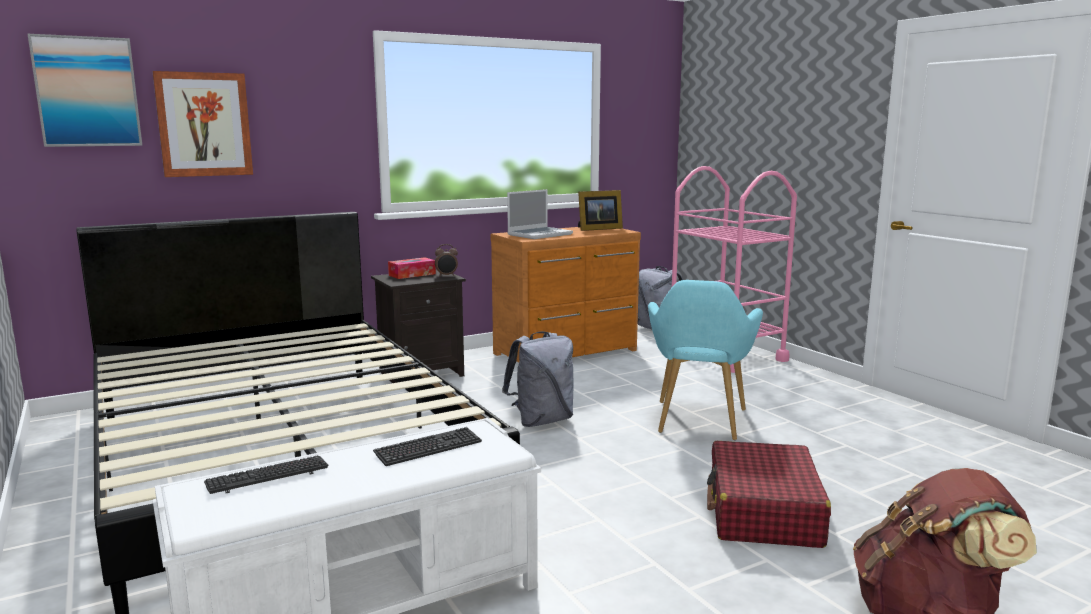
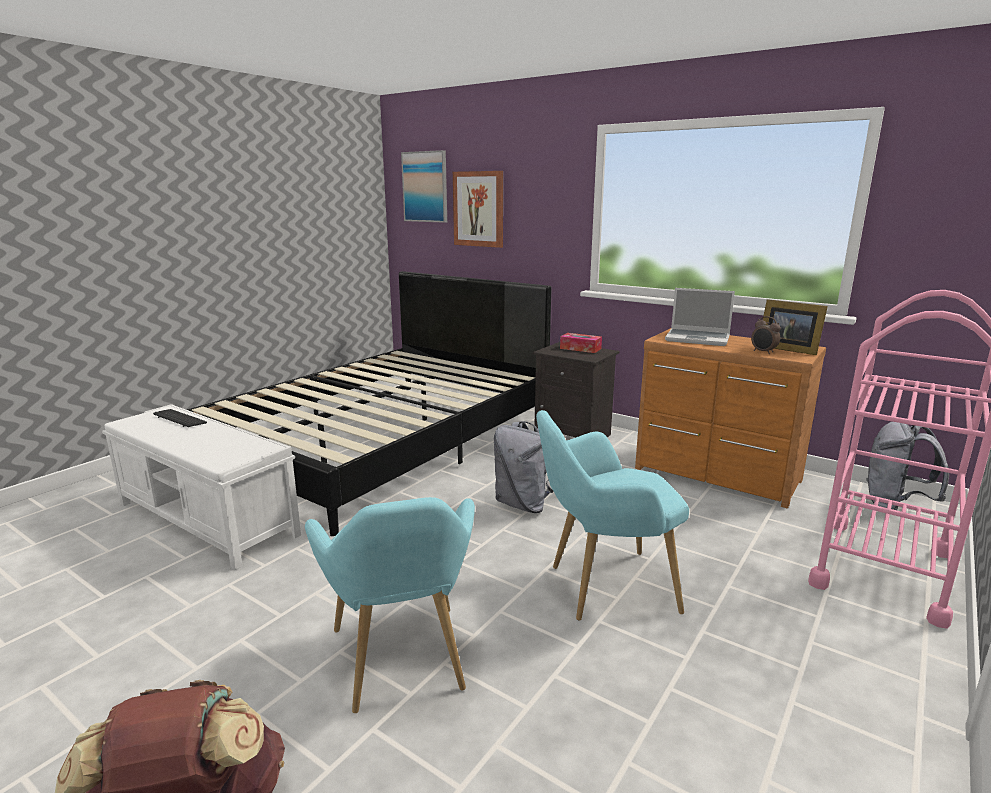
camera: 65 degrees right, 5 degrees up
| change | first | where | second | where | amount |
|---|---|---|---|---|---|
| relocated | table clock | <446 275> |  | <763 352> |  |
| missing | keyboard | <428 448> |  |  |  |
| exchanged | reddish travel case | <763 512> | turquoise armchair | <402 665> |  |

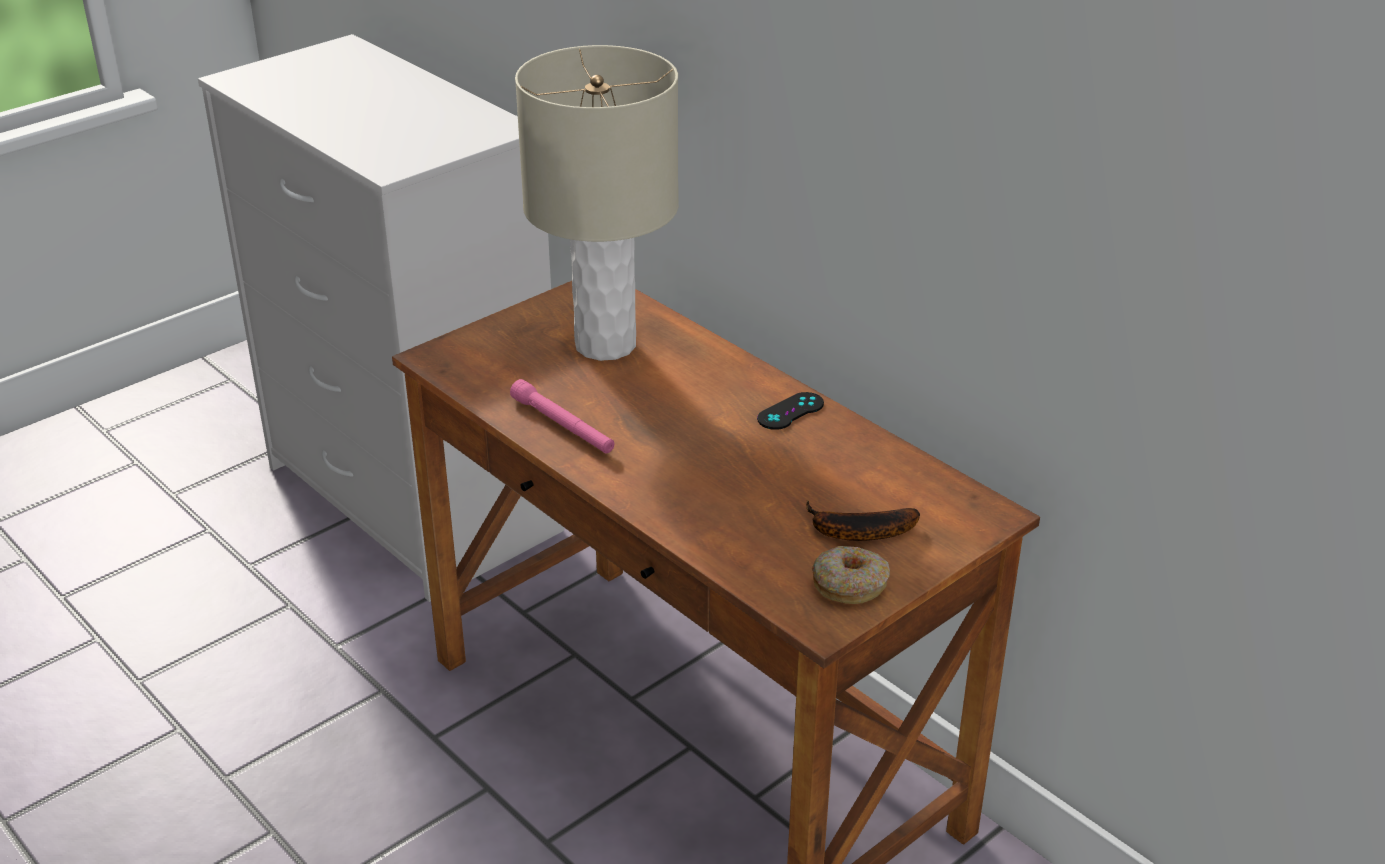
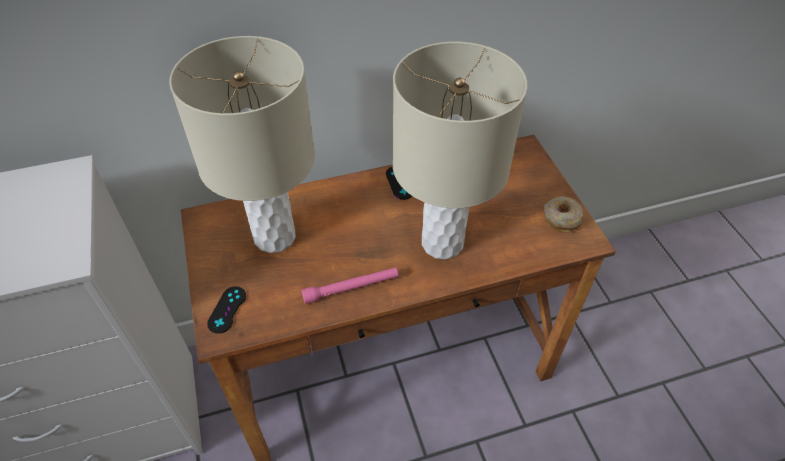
camera: 65 degrees left, 15 degrees up
| change | first | where | second | where | amount |
|---|---|---|---|---|---|
| missing | whole banana | <856 532> |  |  |  |
| appeared |  |  | beige-coloured tabletop lamp | <442 243> |  |
| appeared |  |  | blackish gamepad | <227 309> |  |

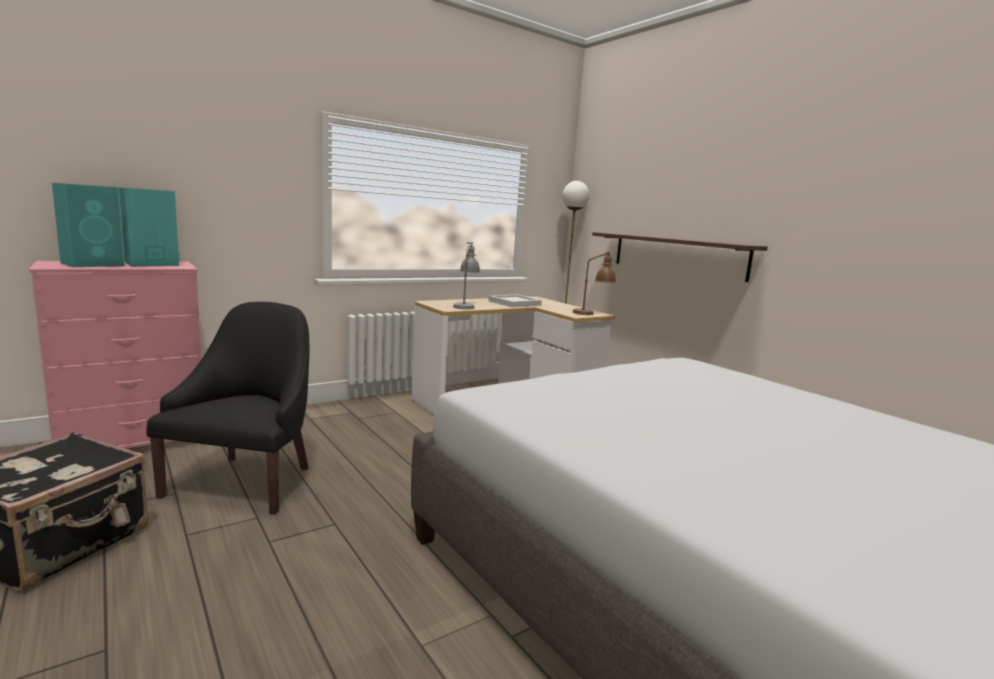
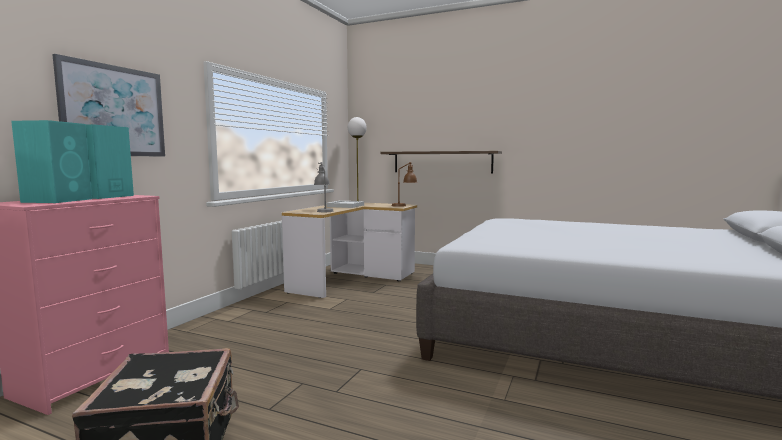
camera: 30 degrees left, 5 degrees down
| change | first | where | second | where | amount |
|---|---|---|---|---|---|
| missing | blackish armchair | <246 481> |  |  |  |
| appeared |  |  | wall picture | <114 111> |  |

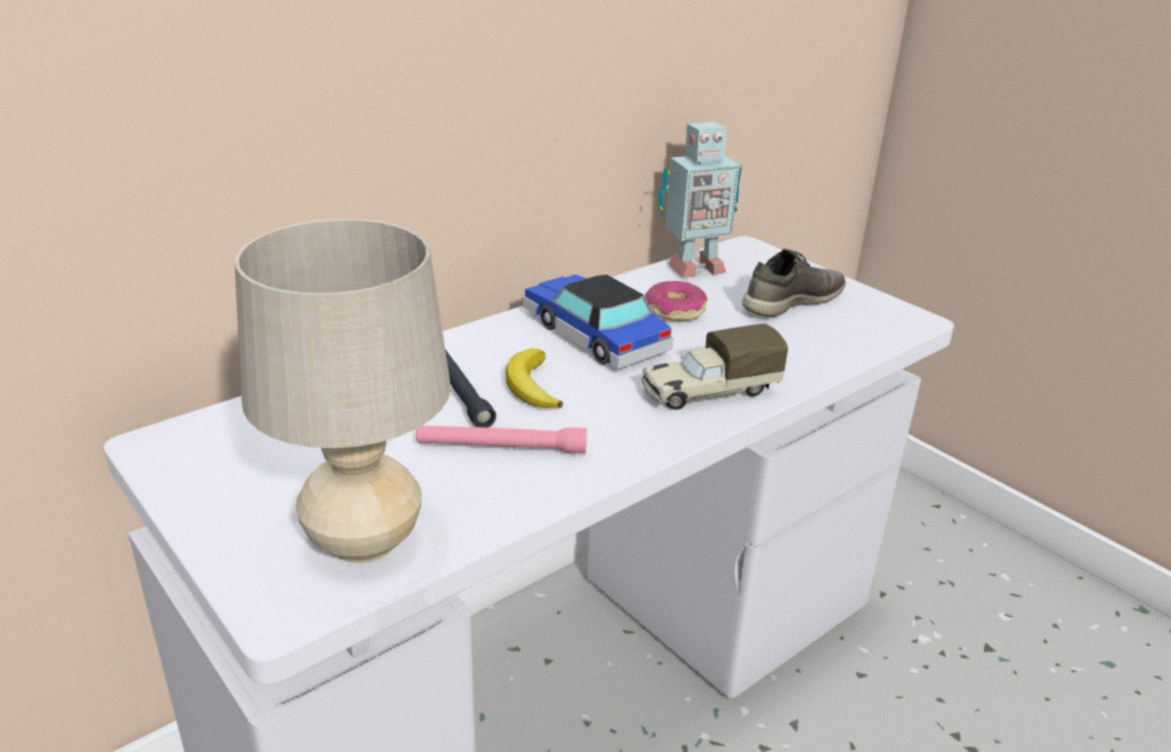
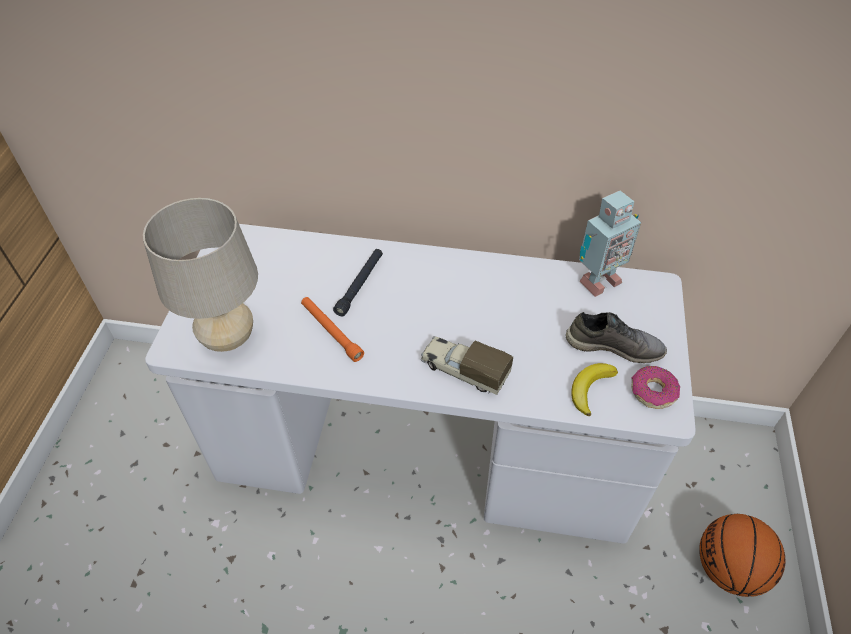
camera: 50 degrees right, 20 degrees up
| change | first | where | second | where | amount |
|---|---|---|---|---|---|
| spun | toy robot | <693 268> |  | <597 281> | 60 degrees counterclockwise |
| missing | miniature car | <594 334> |  |  |  |
| relocated | ring doughnut | <674 311> |  | <652 391> |  |
| relocated | whole banana | <531 386> |  | <590 389> |  |
| colour | pink torch | <501 448> | orangey torch | <331 331> |  |
| appeared |  |  | ball for basketball | <728 568> |  |

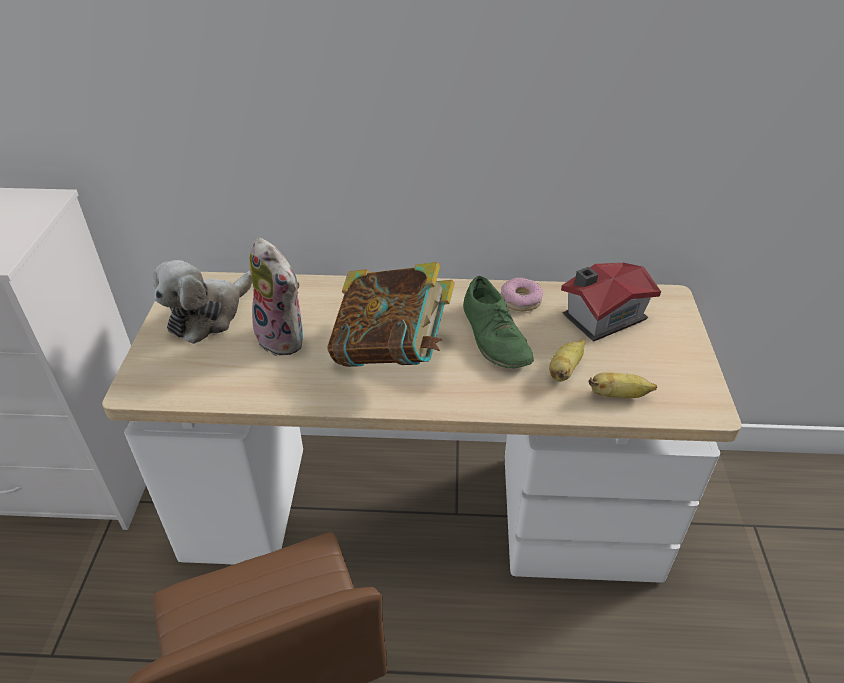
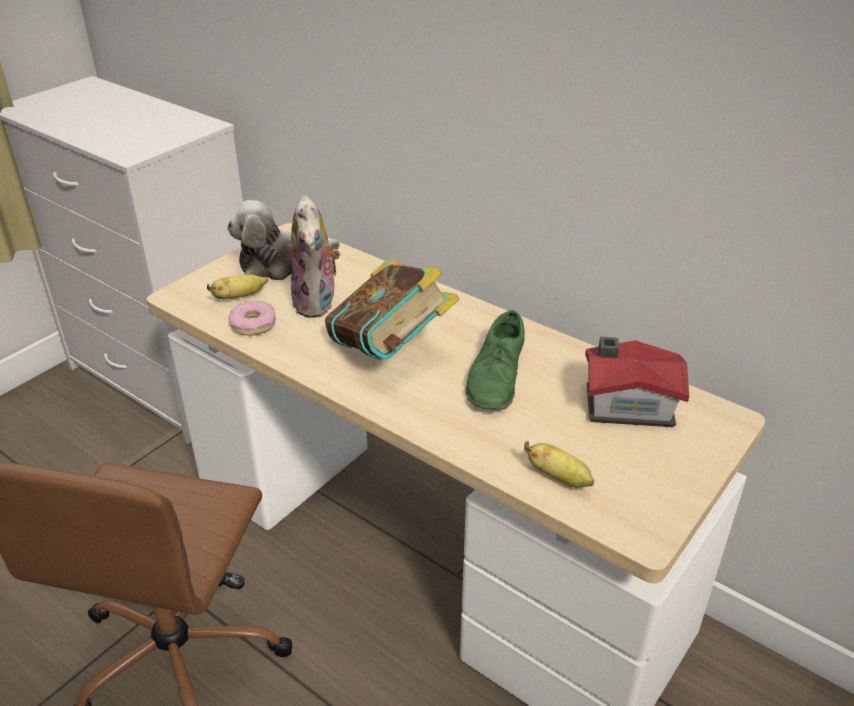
camera: 35 degrees right, 5 degrees down
| change | first | where | second | where | amount |
|---|---|---|---|---|---|
| relocated | ring doughnut | <520 300> |  | <253 324> |  |
| relocated | whole banana | <565 370> |  | <239 297> |  |

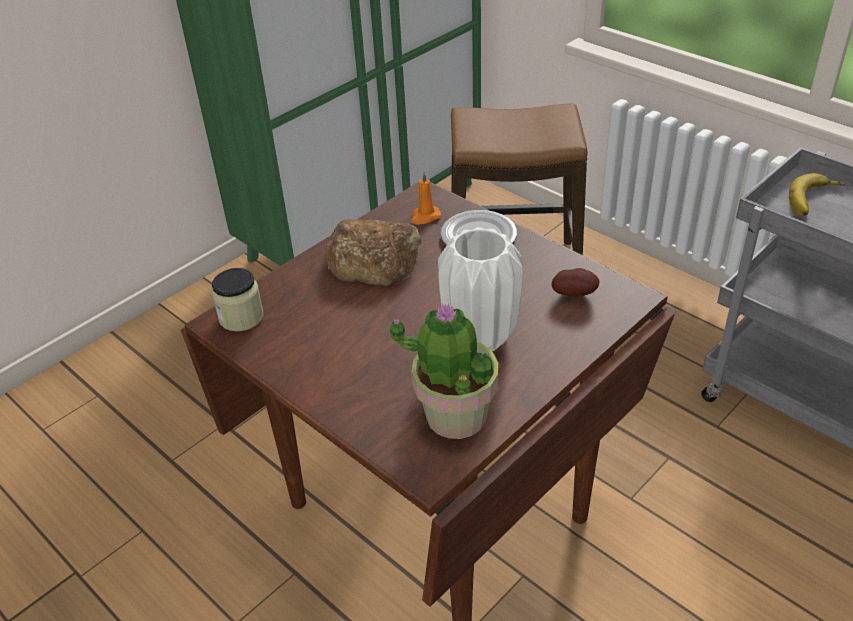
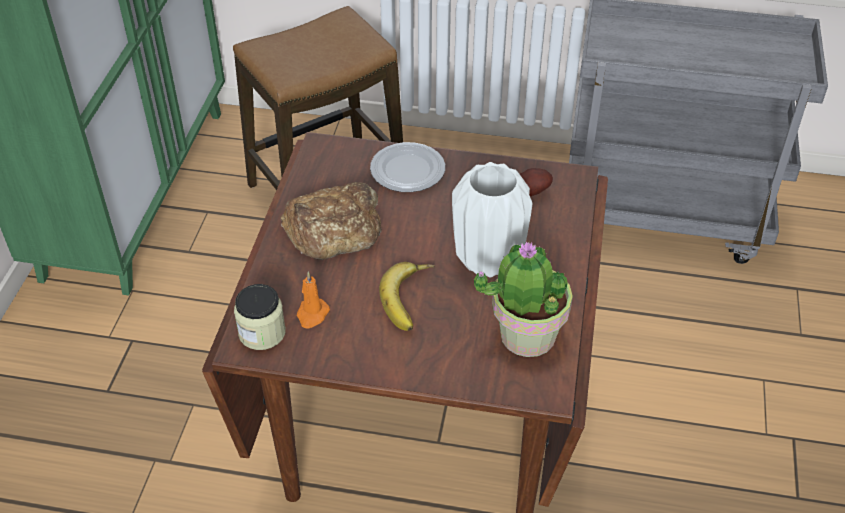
camera: 35 degrees left, 5 degrees up
| change | first | where | second | where | amount |
|---|---|---|---|---|---|
| relocated | orangey wax candle | <425 217> |  | <312 314> |  |
| relocated | whole banana | <815 201> |  | <412 299> |  |

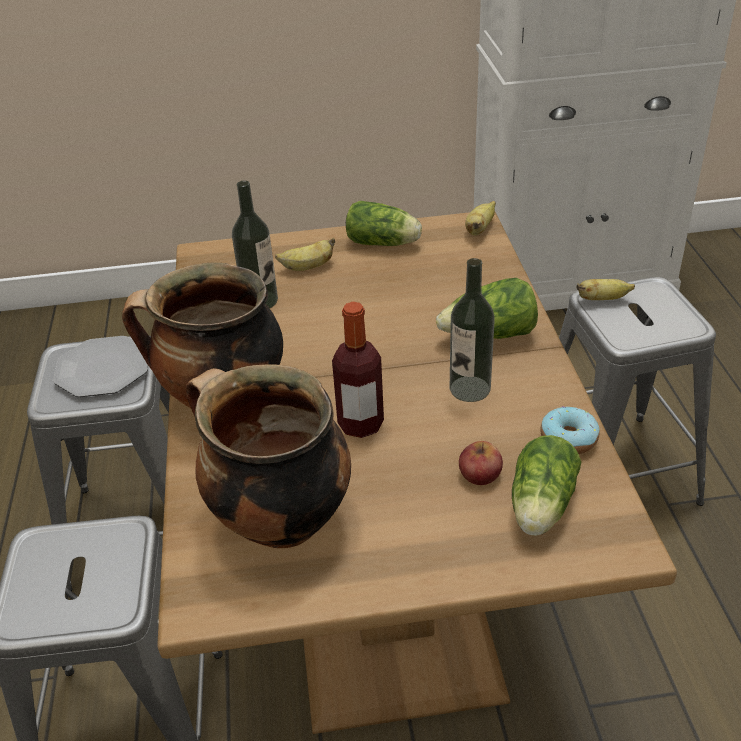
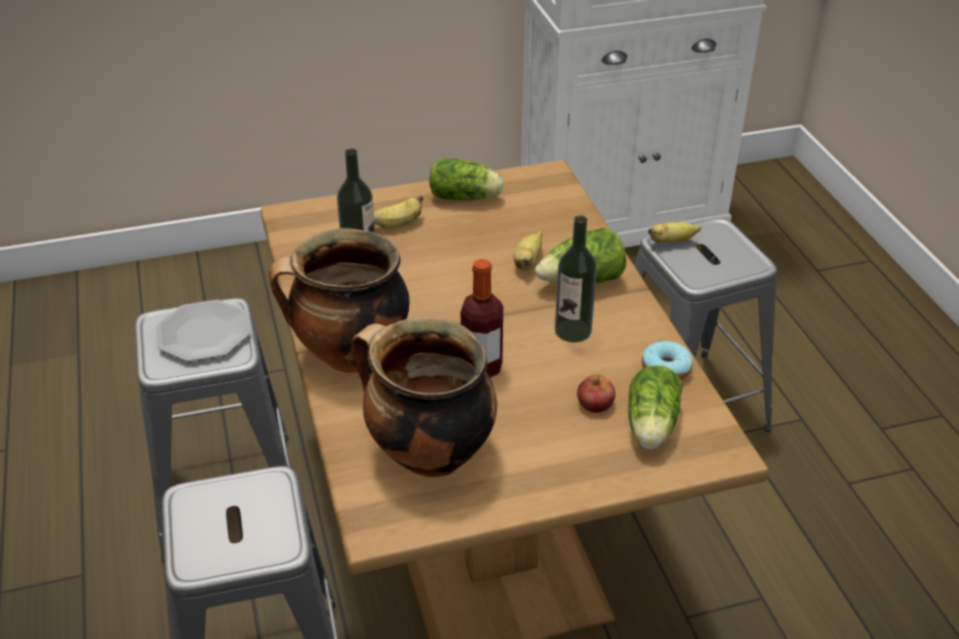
camera: 10 degrees left, 0 degrees up
| change | first | where | second | where | amount |
|---|---|---|---|---|---|
| relocated | whole banana | <480 229> |  | <528 262> |  |

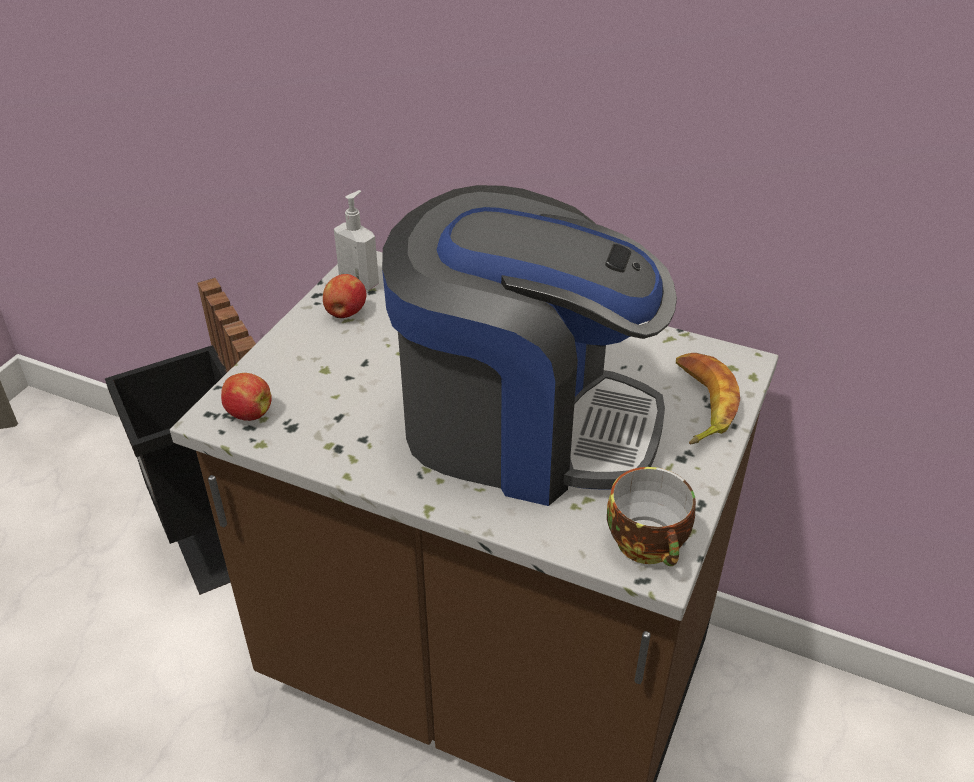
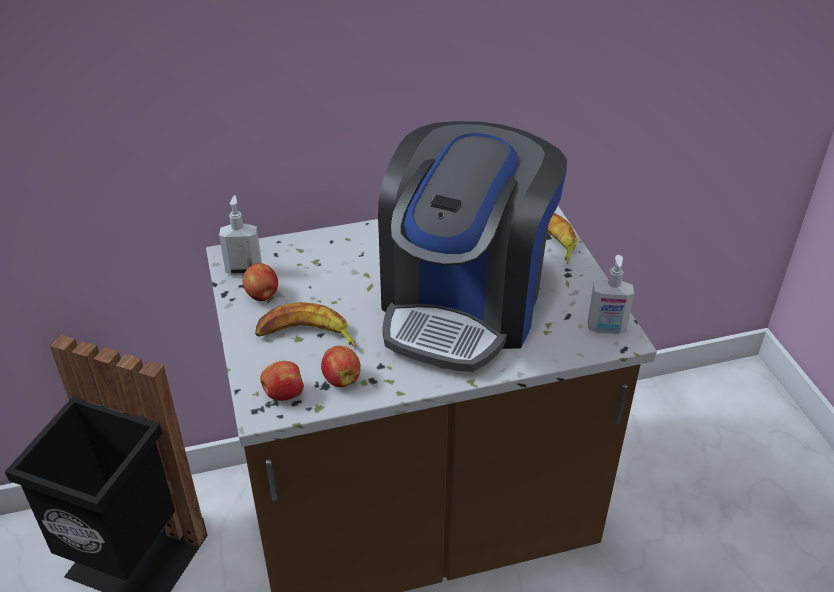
camera: 40 degrees left, 0 degrees up
| change | first | where | second | where | amount |
|---|---|---|---|---|---|
| spun | coffee brewer | <523 425> |  | <464 304> | 135 degrees clockwise |
| exchanged | small cup | <650 545> | soap dispenser | <606 329> |  |
| appeared |  |  | whole banana | <306 335> |  |
| appeared |  |  | apple fruit | <341 379> |  |

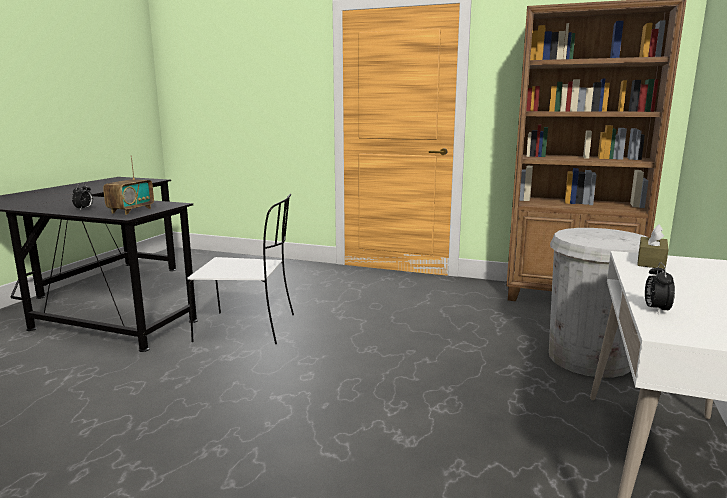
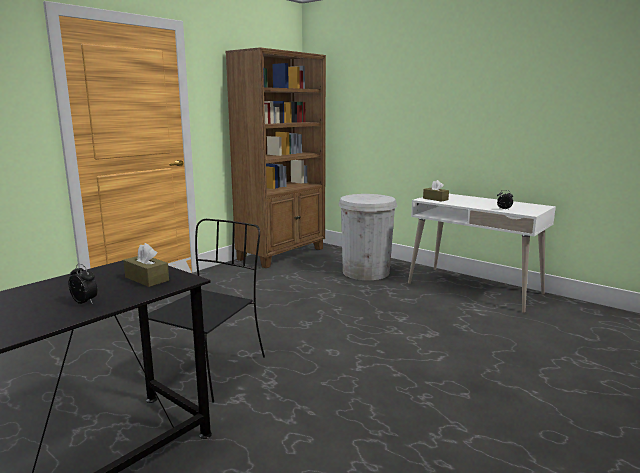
camera: 70 degrees left, 0 degrees up
| change | first | where | second | where | amount |
|---|---|---|---|---|---|
| exchanged | radio set | <131 210> | brownish tissue holder | <147 279> |  |
| colour | white chair | <248 328> | blackish chair | <210 368> |  |

